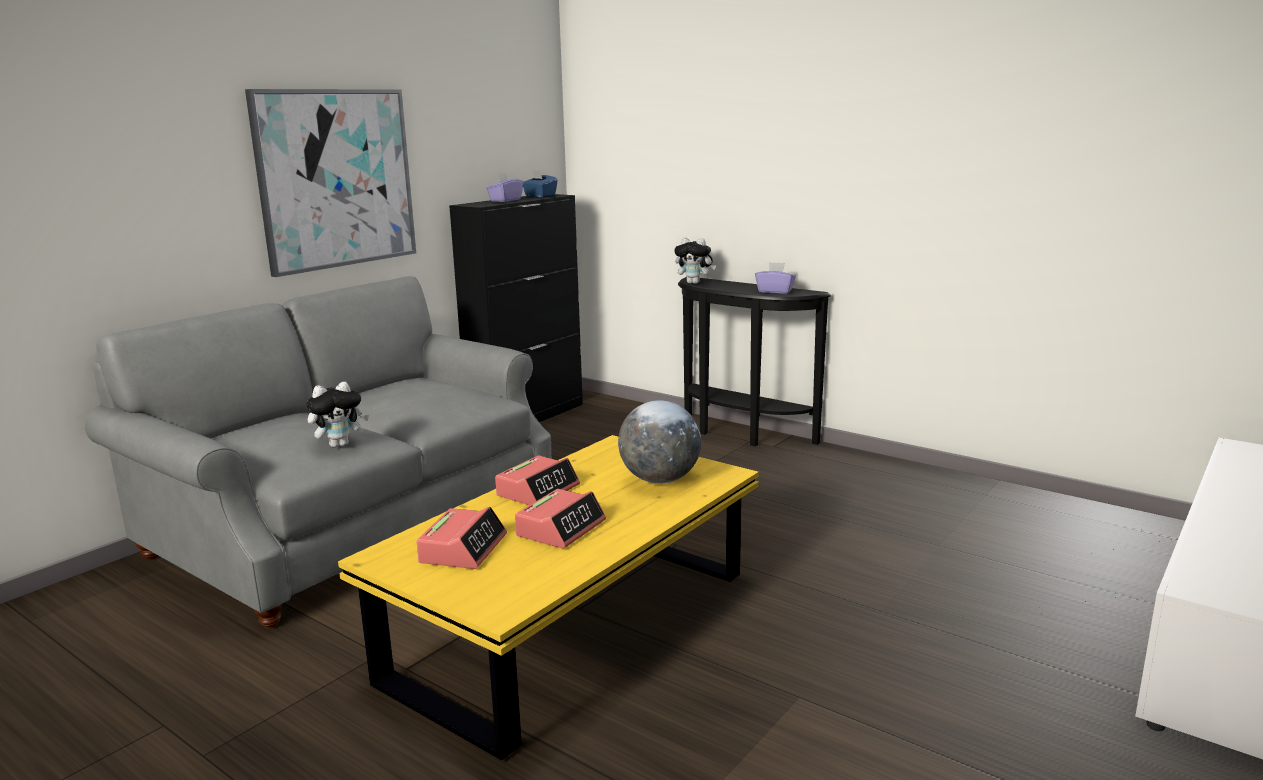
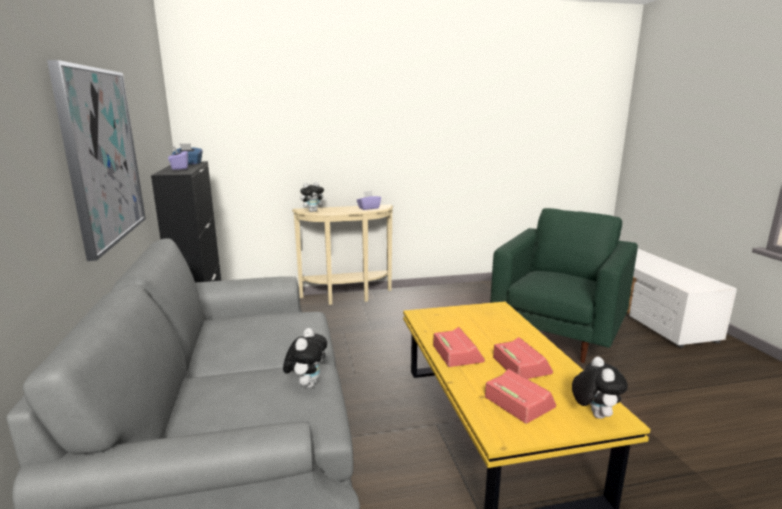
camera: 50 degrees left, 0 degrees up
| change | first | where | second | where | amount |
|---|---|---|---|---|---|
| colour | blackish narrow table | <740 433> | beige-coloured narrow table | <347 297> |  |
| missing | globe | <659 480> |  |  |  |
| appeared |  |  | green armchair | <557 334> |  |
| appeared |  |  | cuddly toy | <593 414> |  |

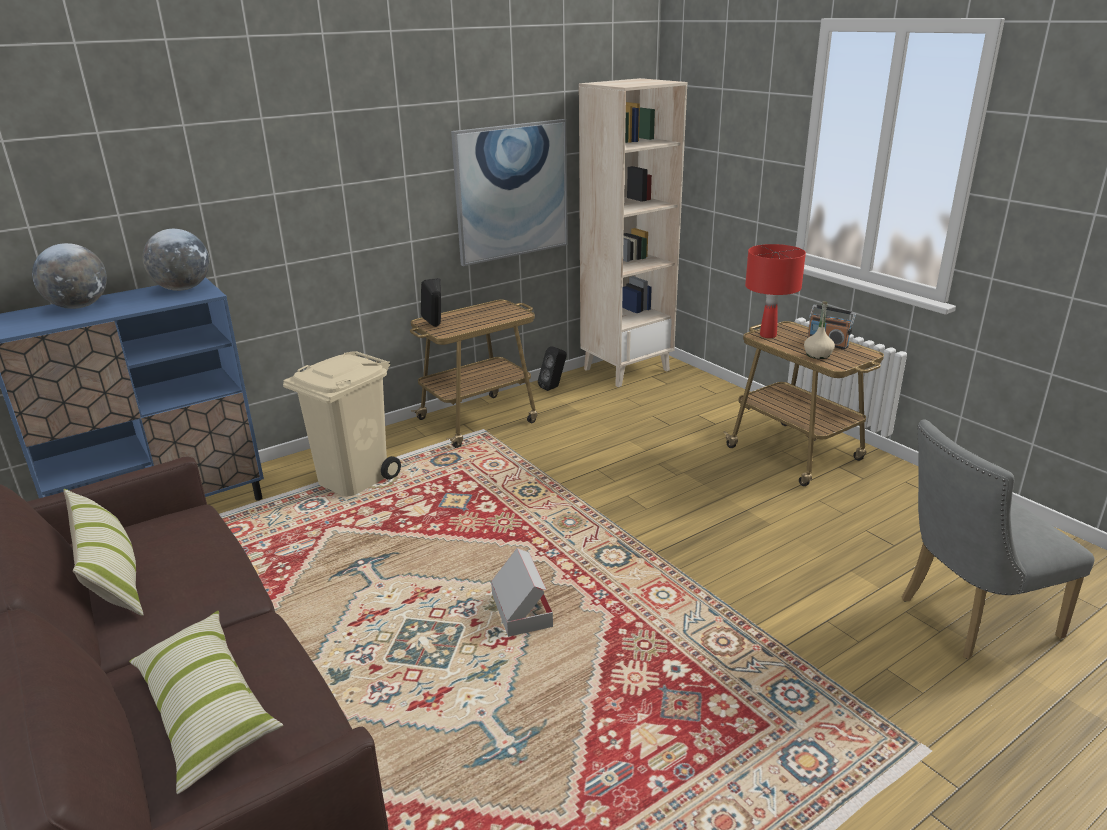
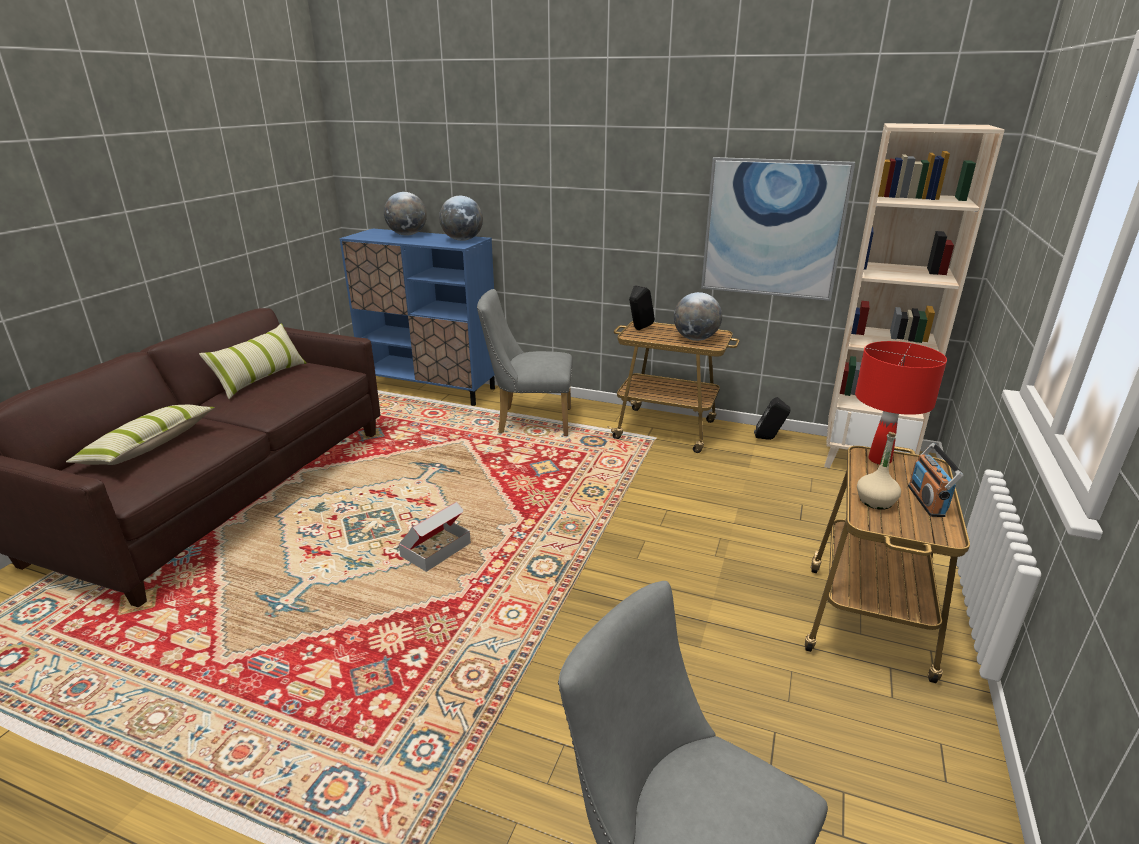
camera: 55 degrees right, 0 degrees up
| change | first | where | second | where | amount |
|---|---|---|---|---|---|
| exchanged | beige-coloured trash can | <352 478> | gray chair | <528 421> |  |
| appeared |  |  | globe | <695 339> |  |

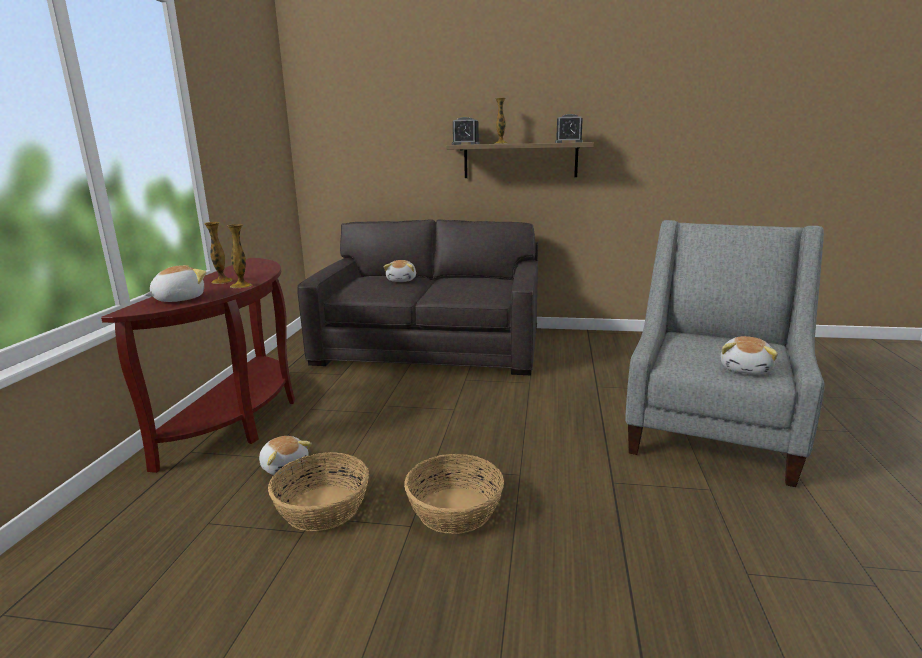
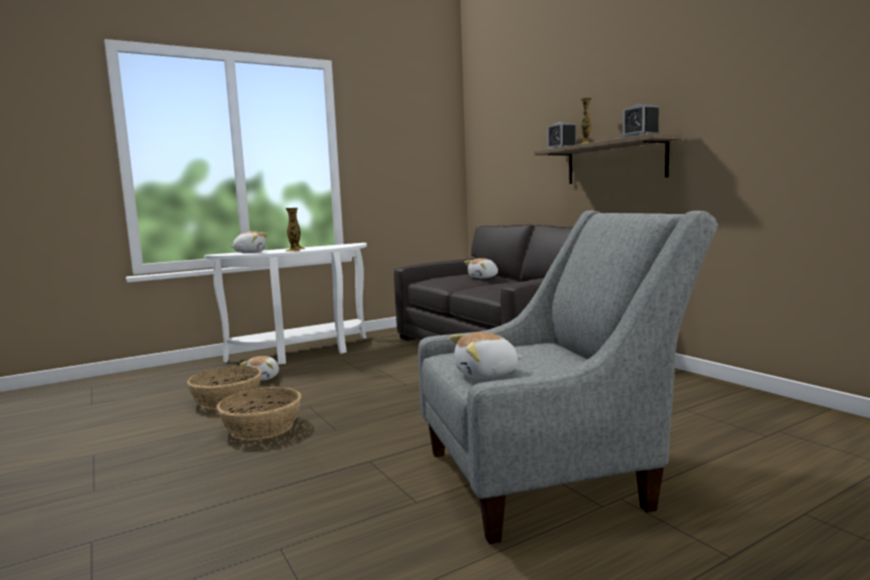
camera: 50 degrees right, 10 degrees down
| change | first | where | second | where | amount |
|---|---|---|---|---|---|
| colour | brownish narrow table | <241 418> | white narrow table | <304 352> |  |

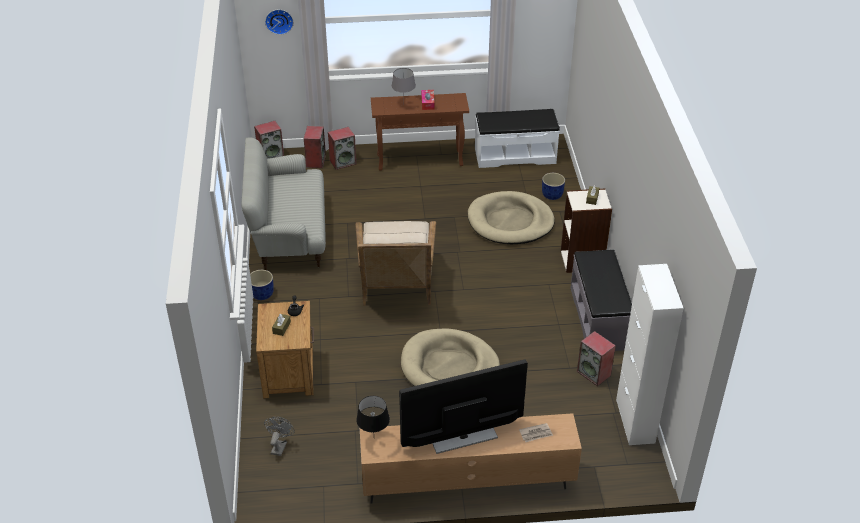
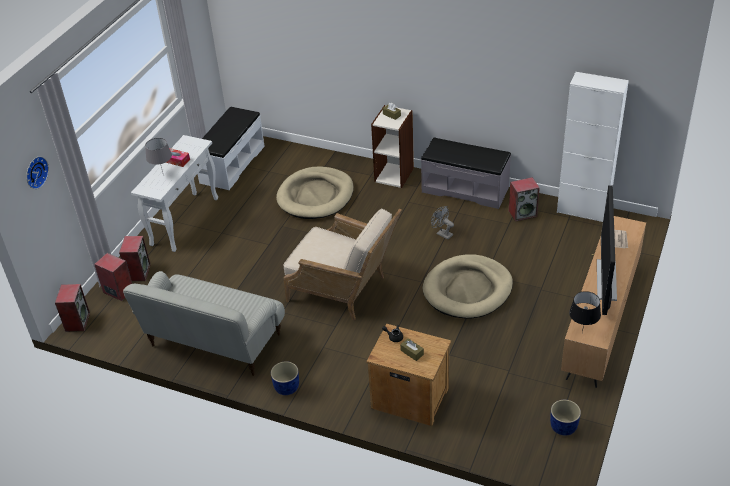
camera: 60 degrees left, 0 degrees up
| change | first | where | second | where | amount |
|---|---|---|---|---|---|
| colour | brownish narrow table | <420 160> | white narrow table | <185 221> |  |
| relocated | bluish flower pot | <552 195> |  | <563 427> |  |
| relocated | gray cooling fan | <279 446> |  | <442 234> |  |

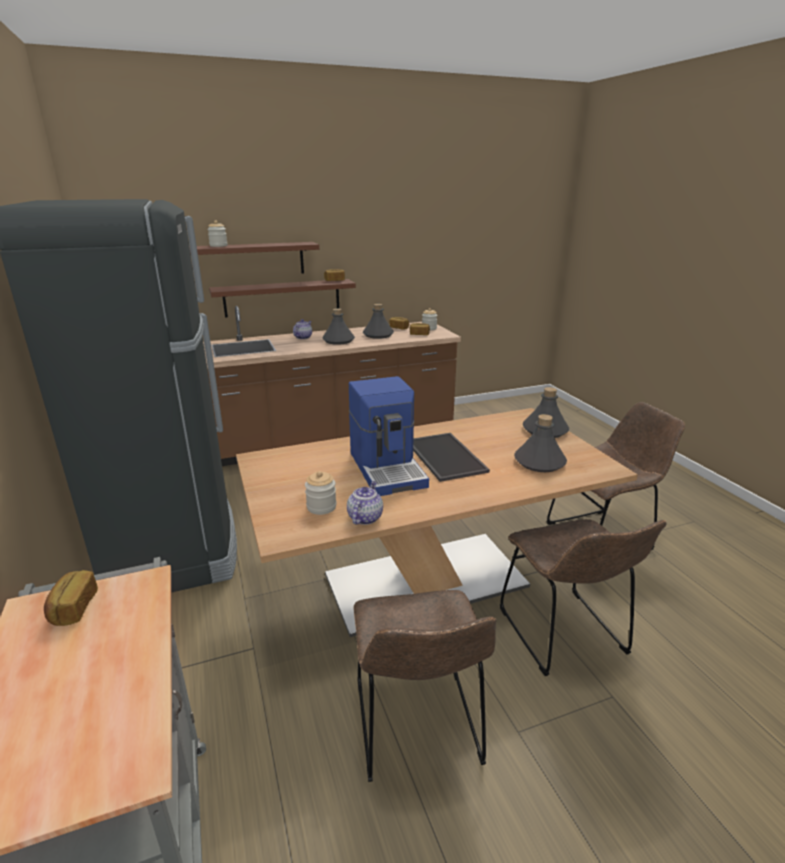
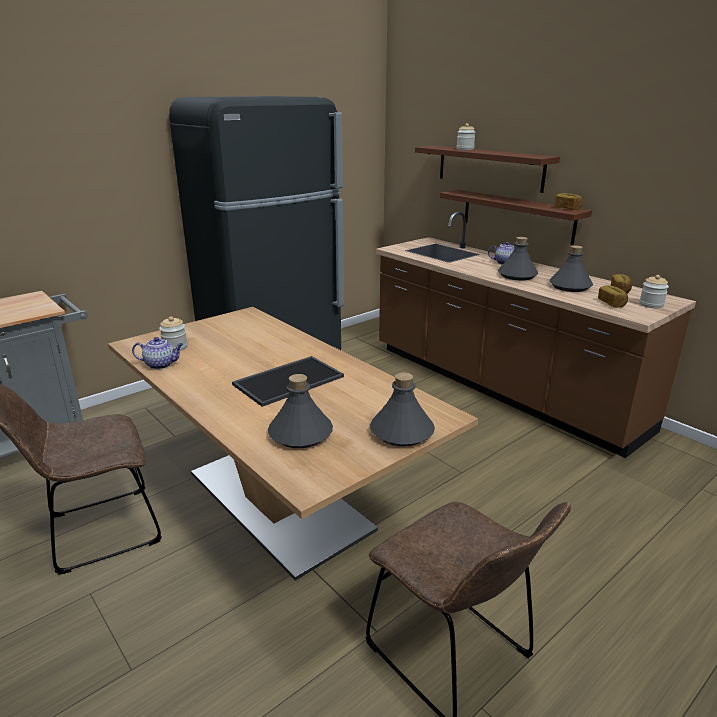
camera: 70 degrees right, 0 degrees up
| change | first | where | second | where | amount |
|---|---|---|---|---|---|
| missing | coffee brewer | <388 469> |  |  |  |
| missing | brownish chair | <565 636> |  |  |  |
| missing | bread | <73 608> |  |  |  |

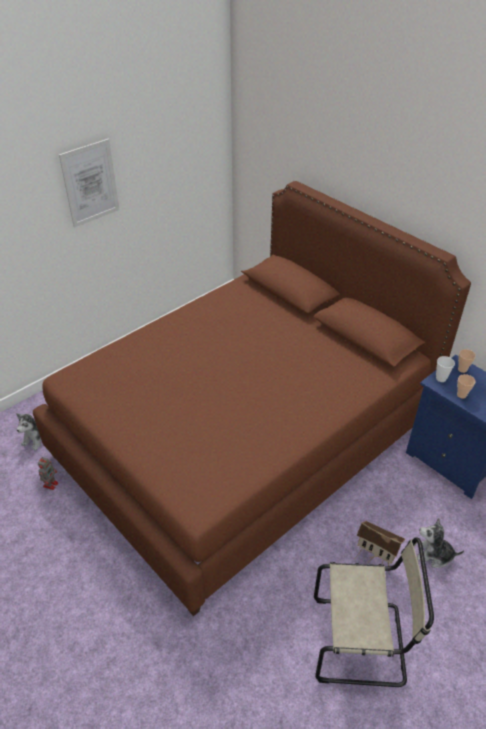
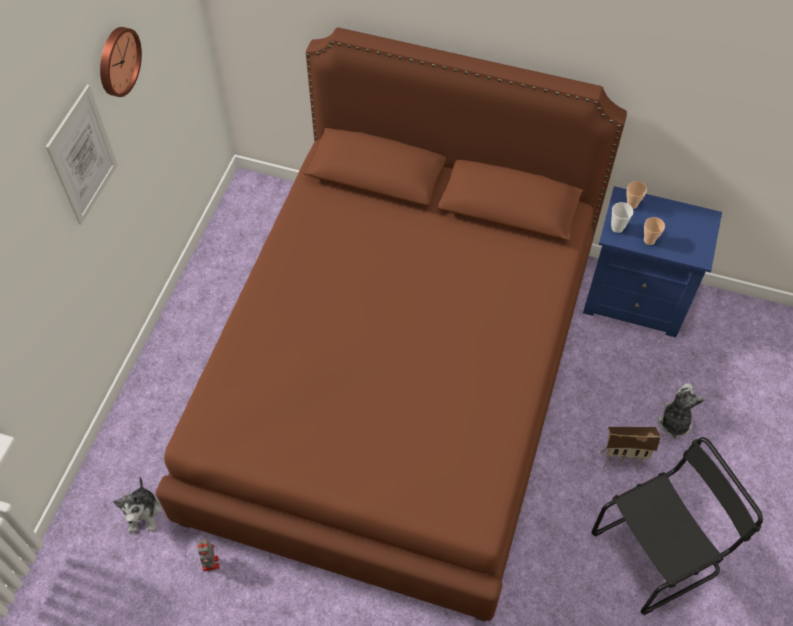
camera: 30 degrees left, 15 degrees up
| change | first | where | second | where | amount |
|---|---|---|---|---|---|
| spun | cuddly toy | <434 555> |  | <674 421> | 120 degrees clockwise |
| colour | beige-coloured chair | <362 642> | blackish chair | <659 552> |  |
| appeared |  |  | clock on the wall | <117 61> |  |

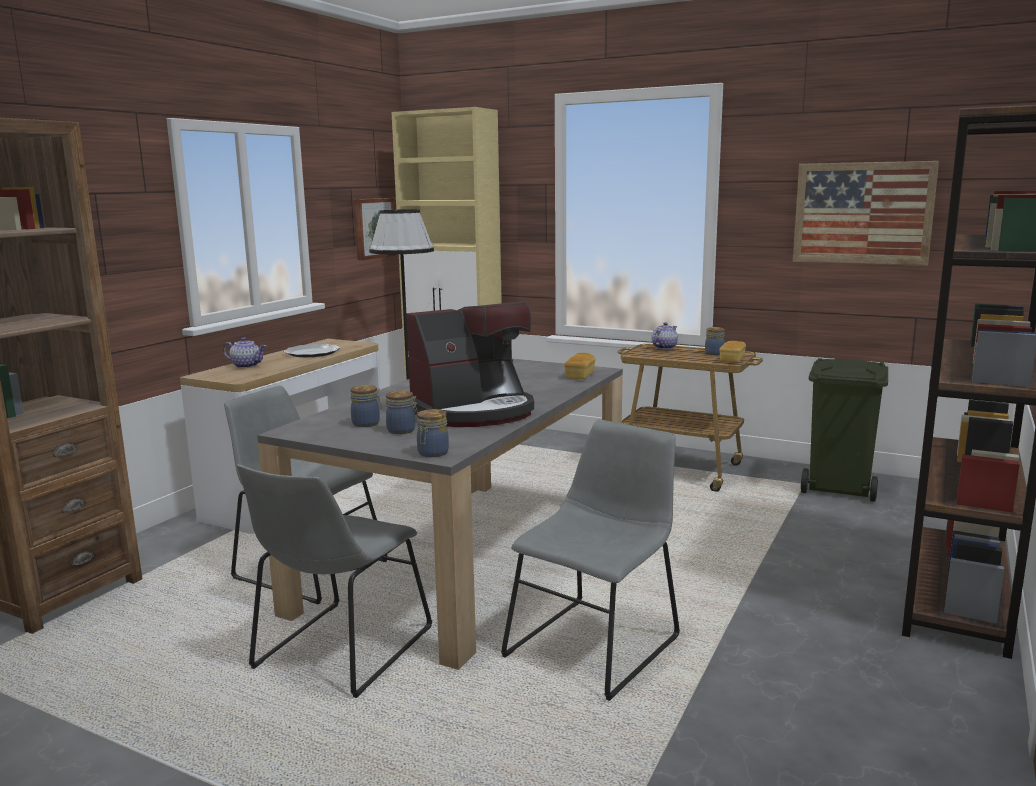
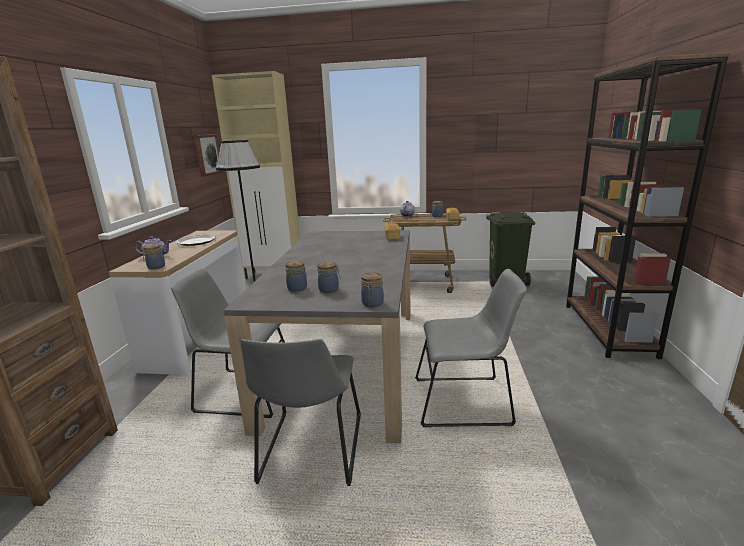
camera: 20 degrees left, 5 degrees up
| change | first | where | second | where | amount |
|---|---|---|---|---|---|
| missing | wall picture | <862 213> |  |  |  |
| missing | coffee brewer | <473 412> |  |  |  |
| spun | gray chair | <597 643> |  | <466 401> | 75 degrees clockwise |
| appeared |  |  | storage jar | <155 267> |  |

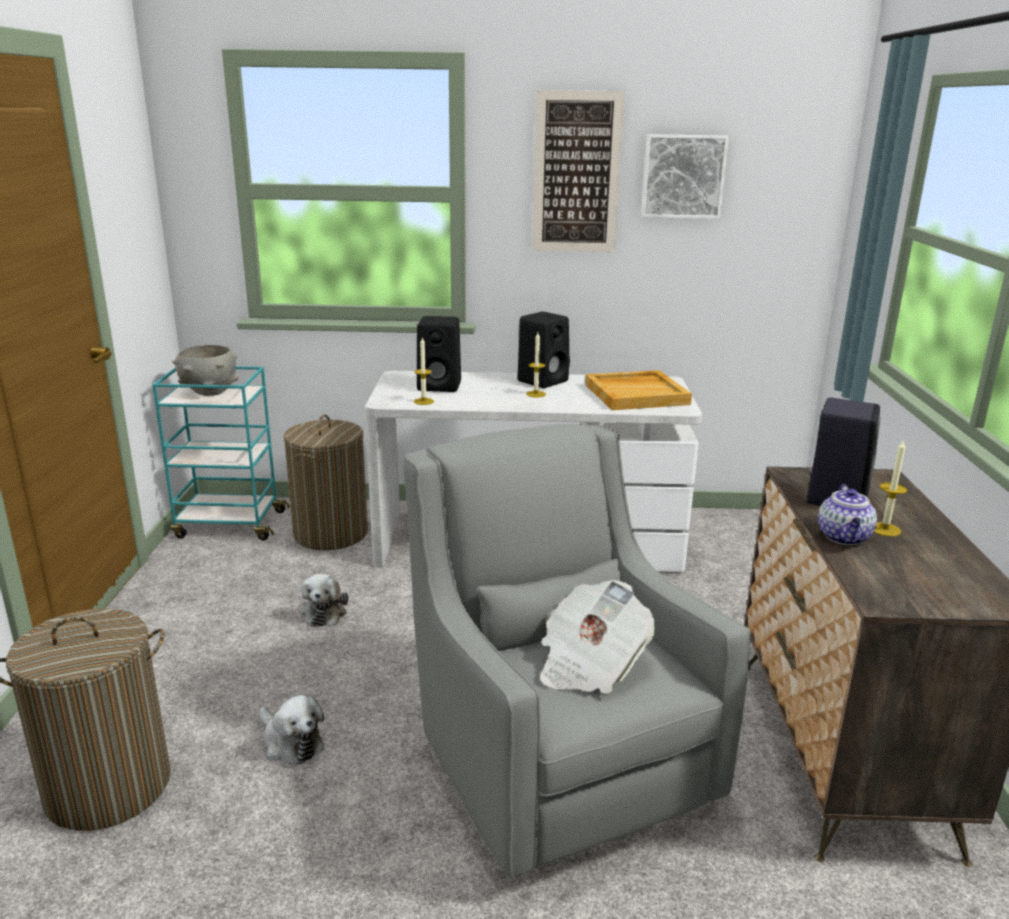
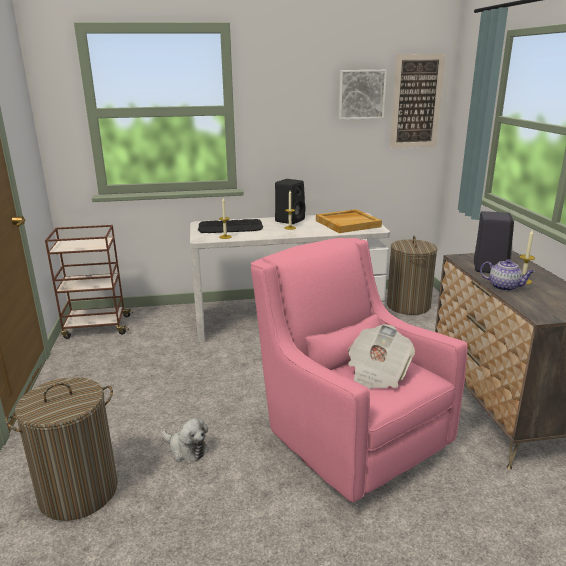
camera: 10 degrees left, 0 degrees up
| change | first | where | second | where | amount |
|---|---|---|---|---|---|
| relocated | wall picture | <576 173> |  | <416 102> |  |
| exchanged | blackish audio speaker | <441 386> | keyboard | <230 227> |  |
| missing | gray bowl | <209 393> |  |  |  |
| colour | turquoise trolley | <229 524> | brownish trolley | <96 327> |  |
| relocated | washing basket | <330 533> |  | <408 306> |  |
| colour | gray armchair | <554 763> | pink armchair | <348 439> |  |
| spun | teapot | <844 538> |  | <504 287> | 60 degrees counterclockwise |
| missing | cuddly toy | <324 611> |  |  |  |

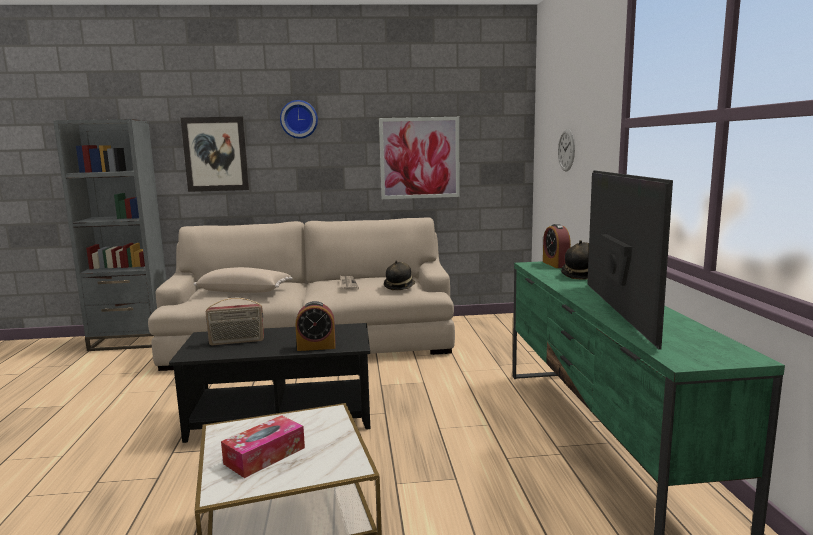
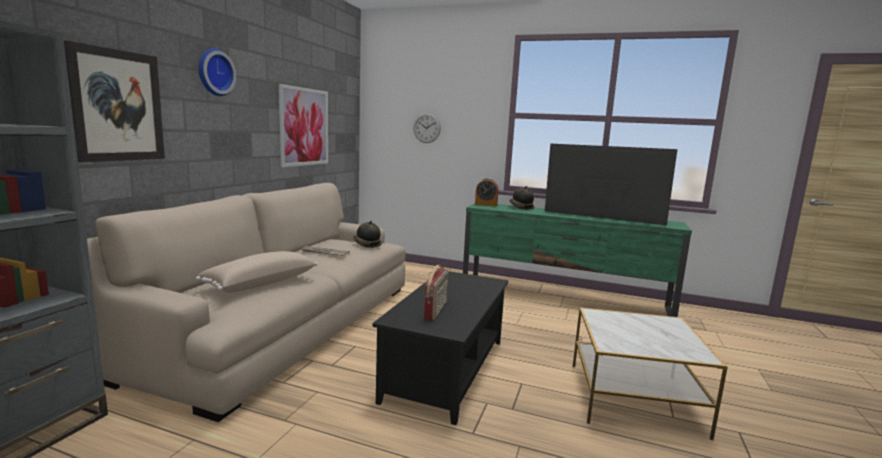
camera: 65 degrees left, 0 degrees up
| change | first | where | second | where | amount |
|---|---|---|---|---|---|
| missing | table clock | <316 347> |  |  |  |
| missing | tissue holder | <264 455> |  |  |  |

